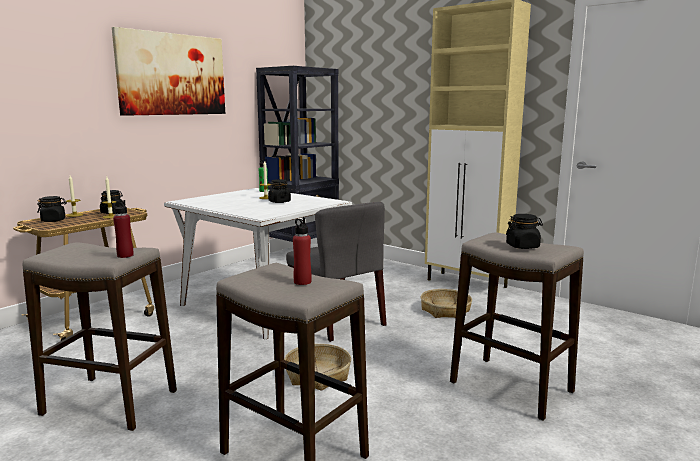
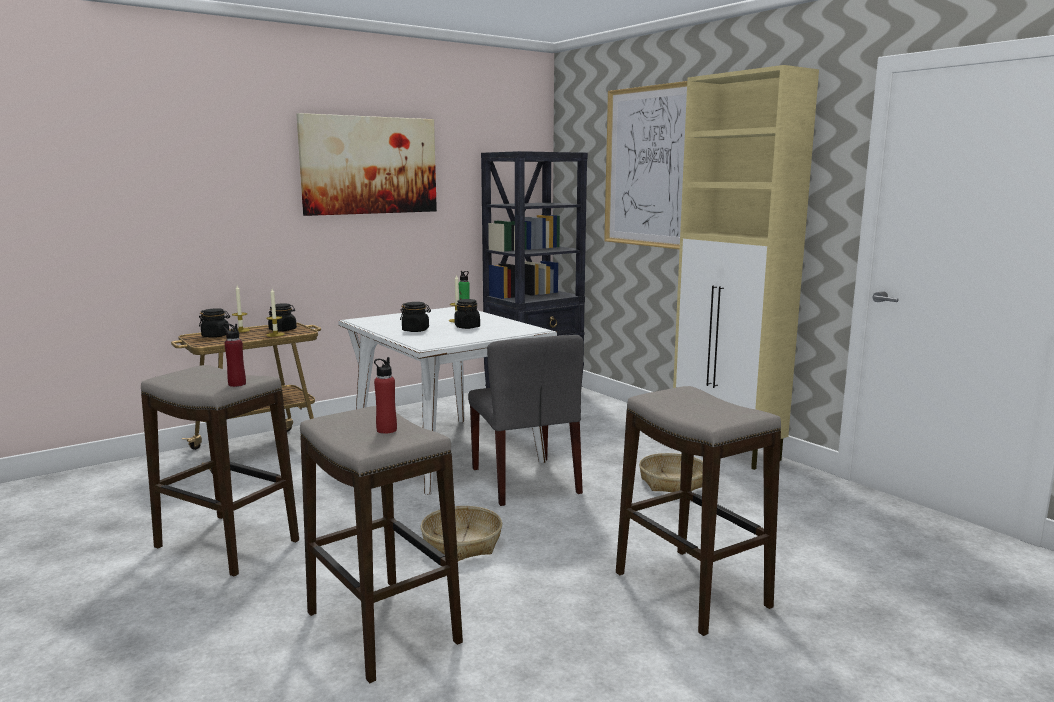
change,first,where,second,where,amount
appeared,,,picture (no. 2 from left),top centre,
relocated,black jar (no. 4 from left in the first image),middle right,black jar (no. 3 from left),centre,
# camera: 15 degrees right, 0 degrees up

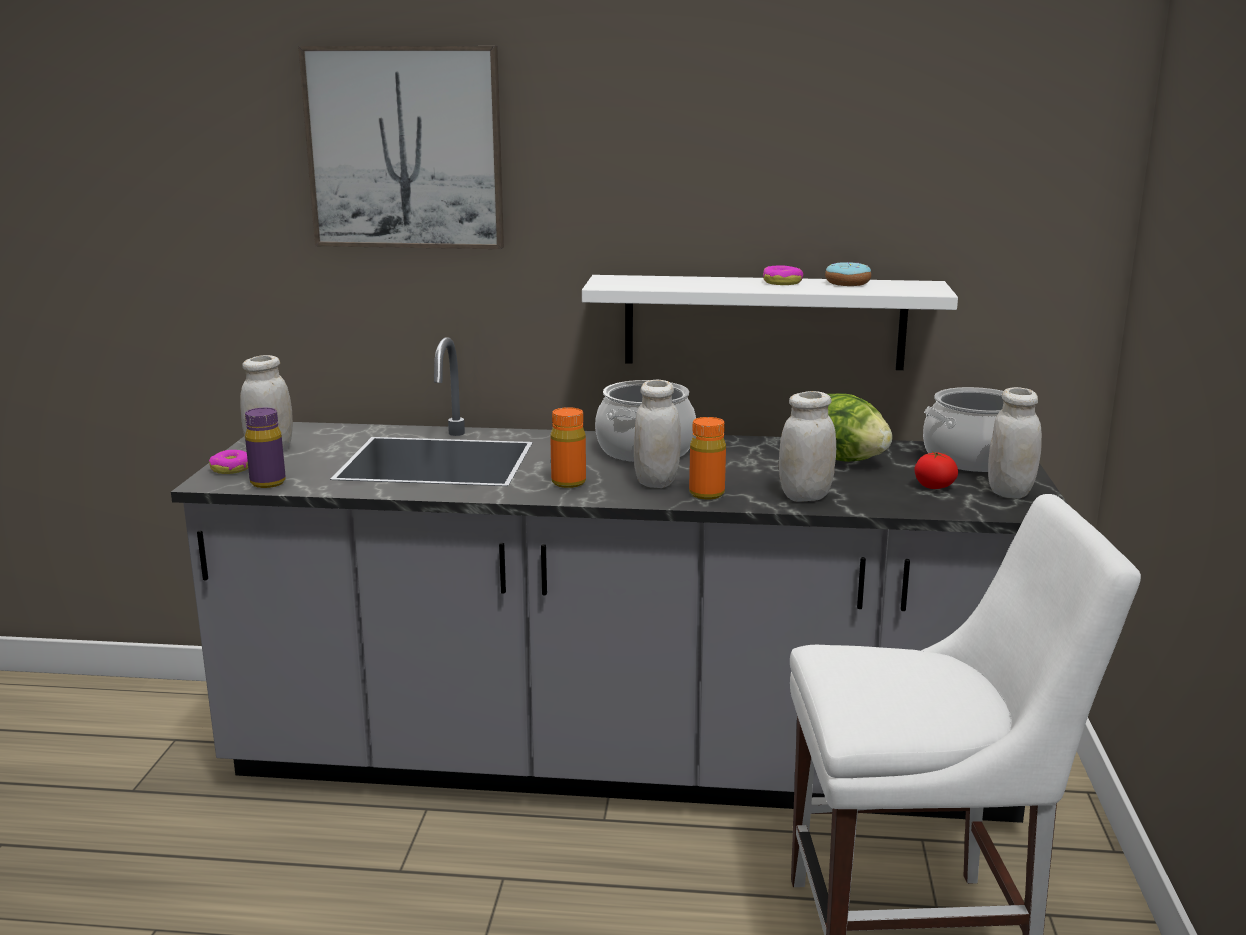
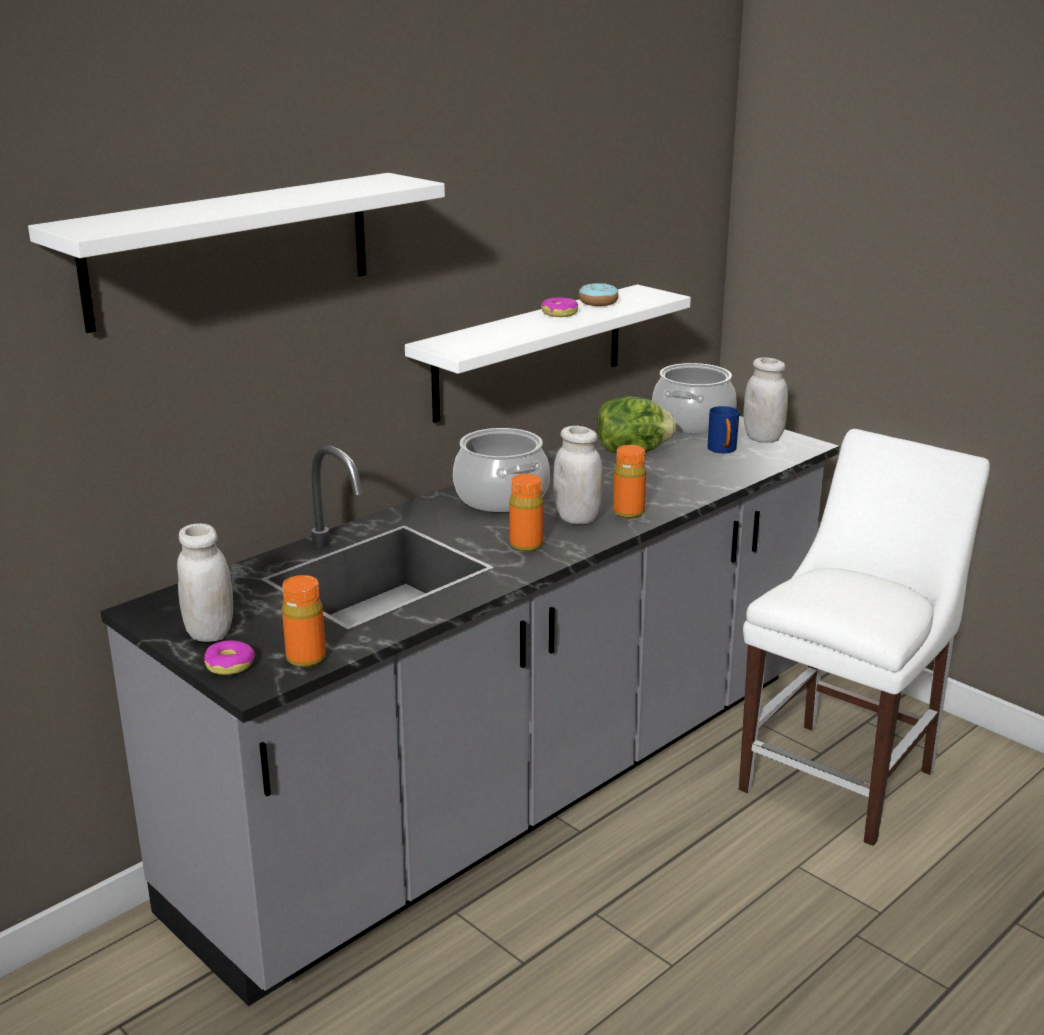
change,first,where,second,where,amount
missing,white jar (no. 3 from left),centre,,,
exchanged,picture,top left,white shelf (no. 1 from left),top left,
exchanged,tomato,middle right,blue mug,middle right,
colour,purple bottle,middle left,orange bottle (no. 1 from left),middle left,
# camera: 50 degrees left, 5 degrees up

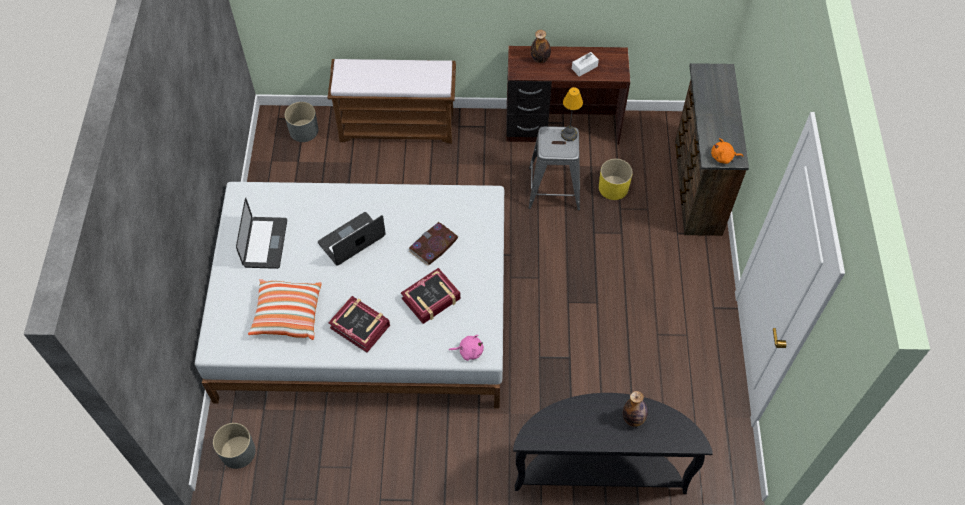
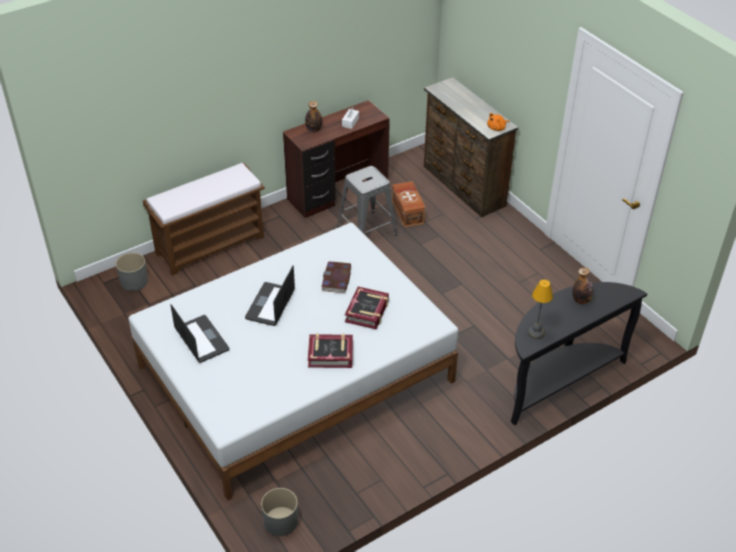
change,first,where,second,where,amount
missing,pillow,middle left,,,
missing,pink plush toy,bottom centre,,,
relocated,table lamp,top centre,,middle right,
exchanged,yellow planter,centre,brown storage box,centre,
# camera: 35 degrees left, 15 degrees down

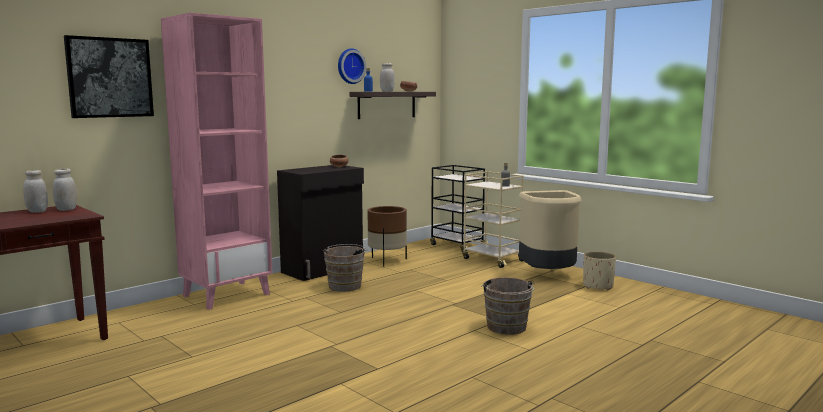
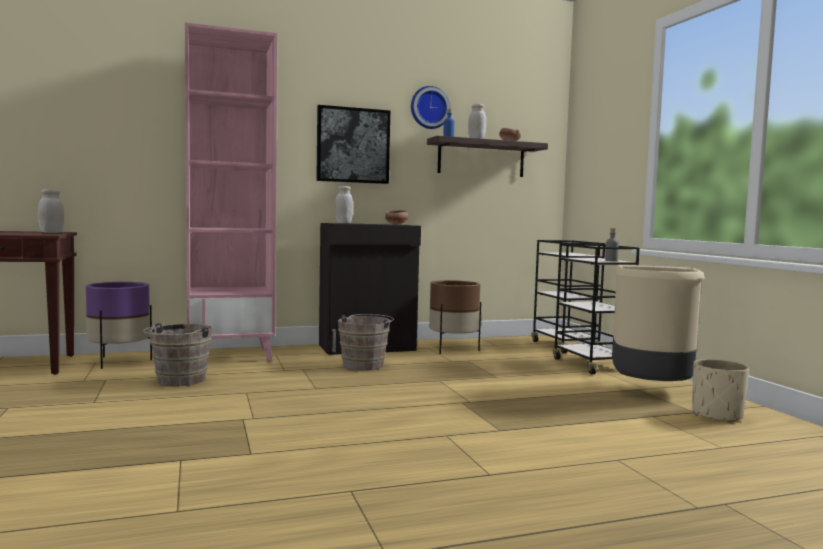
change,first,where,second,where,amount
appeared,,,purple planter,middle left,
relocated,white jar (no. 1 from left in the first image),middle left,white jar (no. 2 from left),centre,
relocated,picture,top left,,top centre,
relocated,brown bucket (no. 2 from left in the first image),bottom centre,brown bucket (no. 1 from left),middle left,
colour,beige cart,centre,black cart (no. 2 from left),middle right,
# camera: 25 degrees right, 5 degrees down

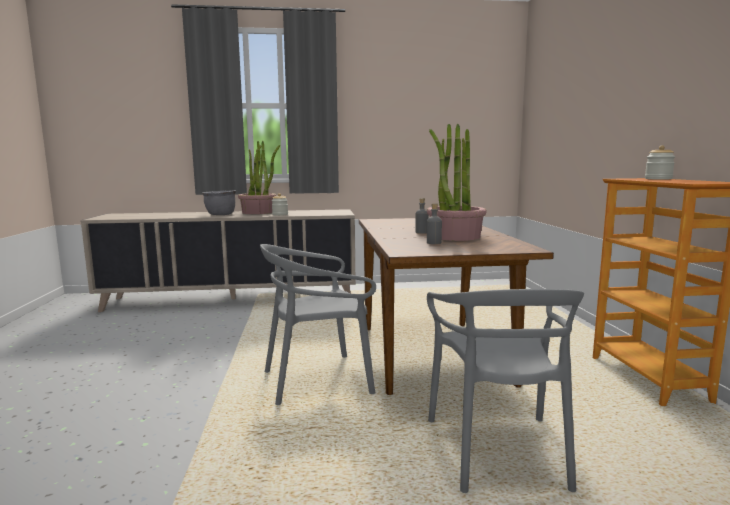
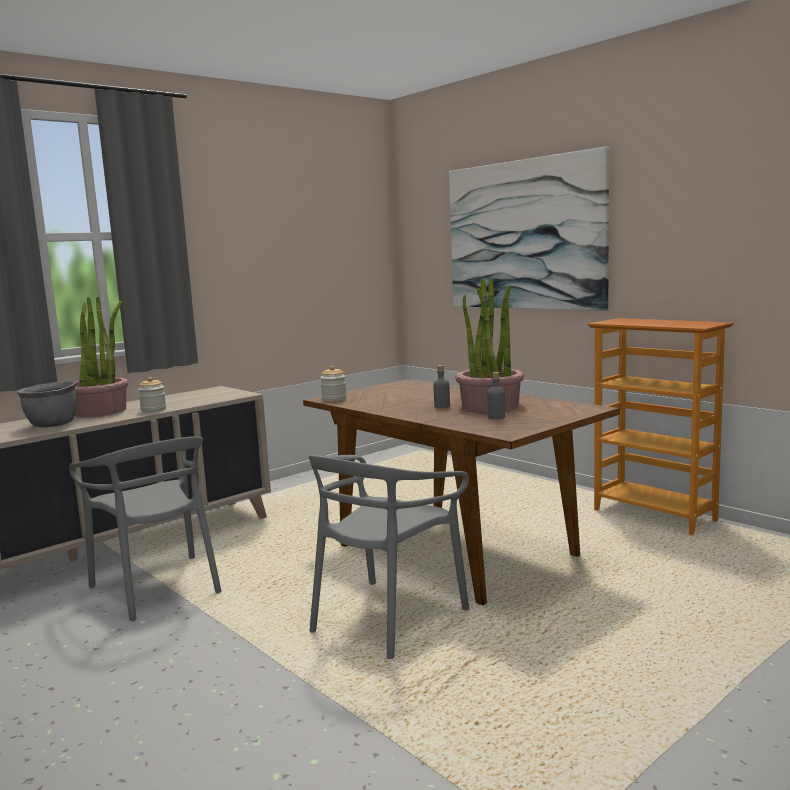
change,first,where,second,where,amount
appeared,,,picture,top right,
relocated,grey chair (no. 2 from left in the first image),bottom right,grey chair (no. 1 from left),bottom left,
relocated,jar (no. 2 from left),top right,,centre,
# camera: 35 degrees left, 0 degrees up

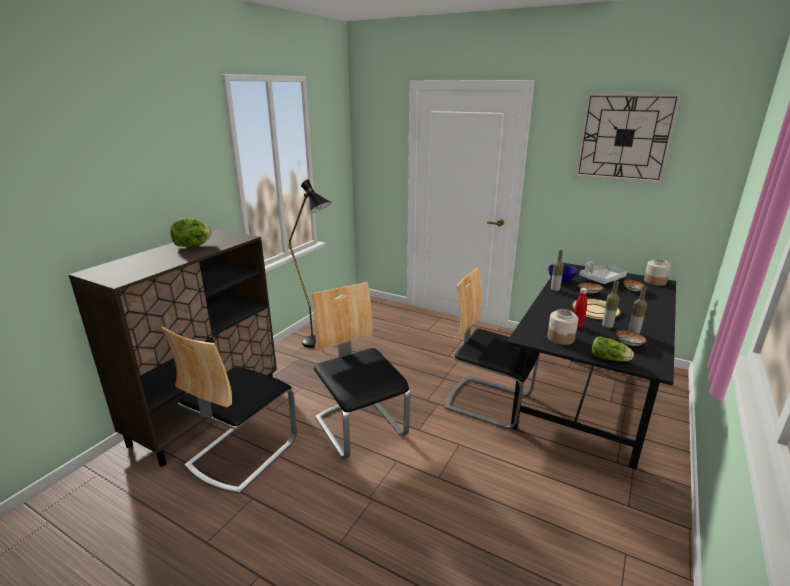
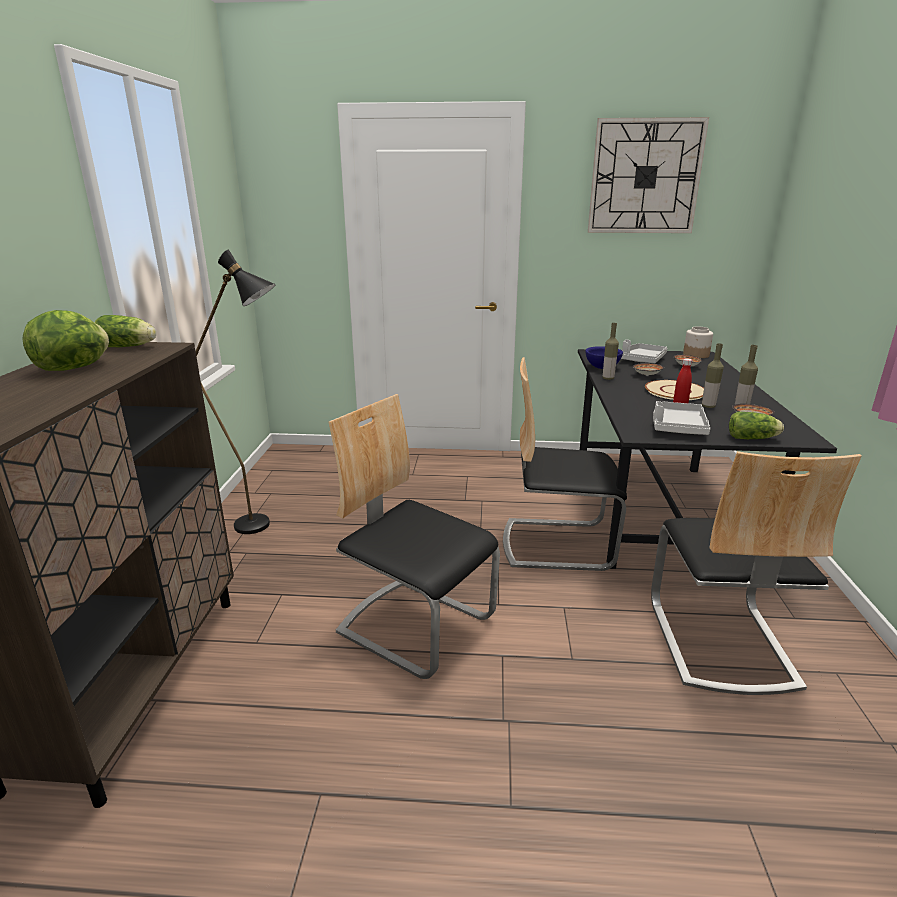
change,first,where,second,where,amount
appeared,,,lettuce (no. 2 from left),middle left,
relocated,chair (no. 1 from left in the first image),bottom left,chair (no. 3 from left),middle right,
exchanged,jar (no. 1 from left),middle right,grey tray (no. 2 from left),middle right,
# camera: 25 degrees left, 0 degrees up

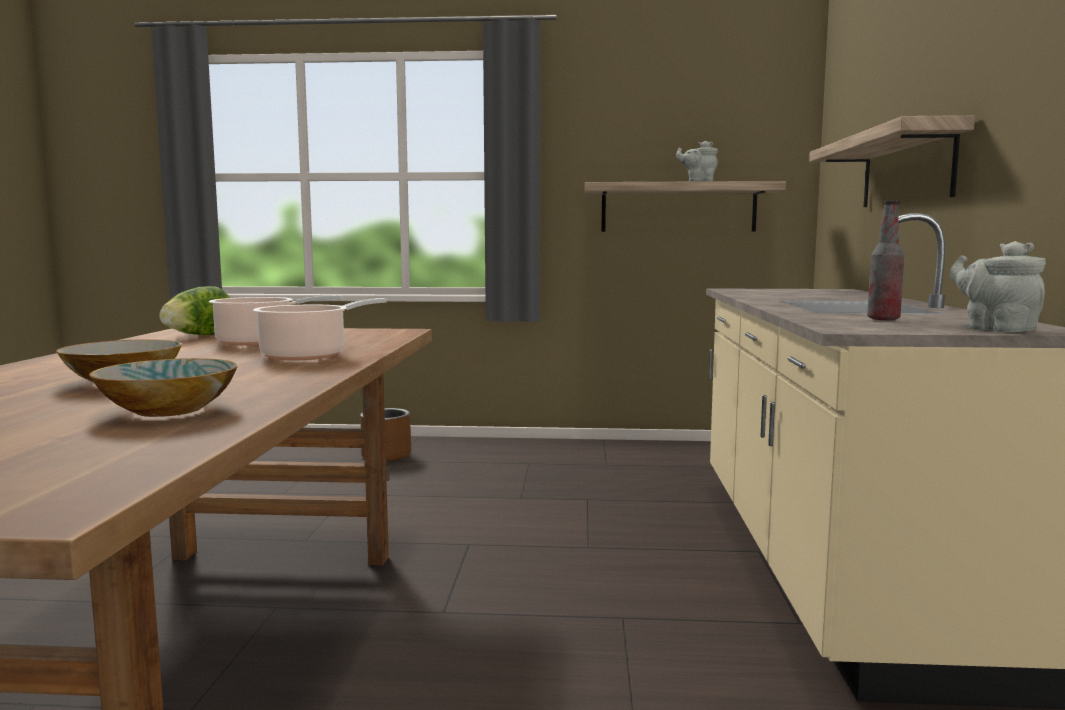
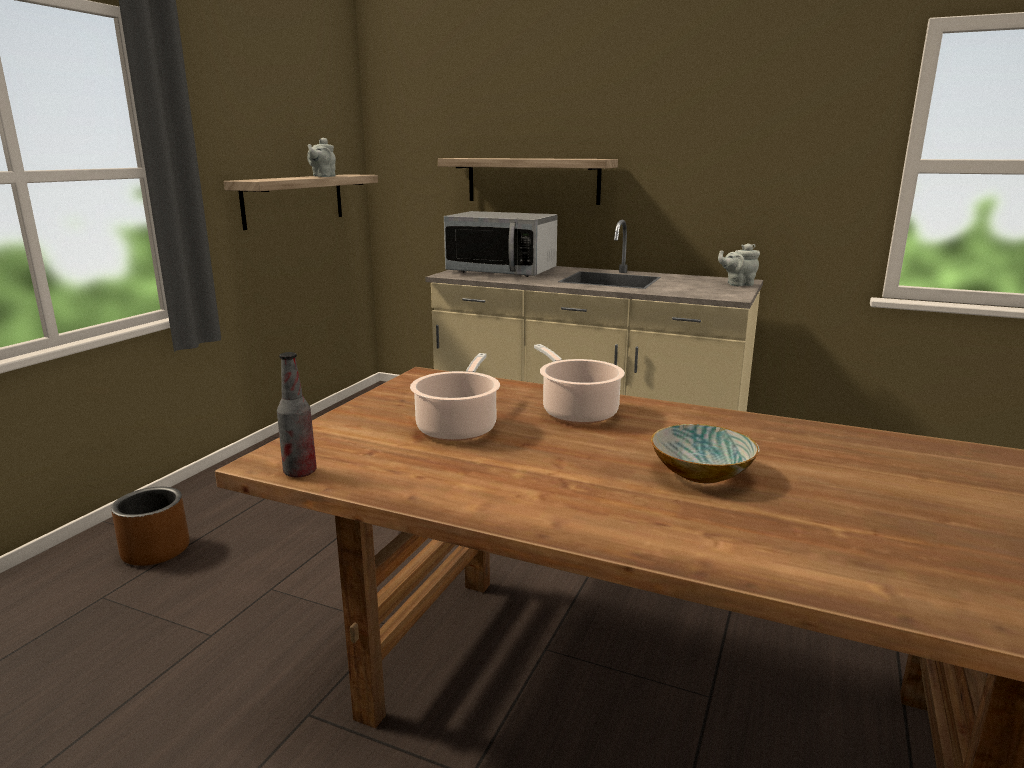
change,first,where,second,where,amount
missing,bowl (no. 2 from left),middle left,,,
missing,lettuce,middle left,,,
appeared,,,microwave,top centre,
relocated,bottle,middle right,,middle left,
# camera: 70 degrees left, 10 degrees up

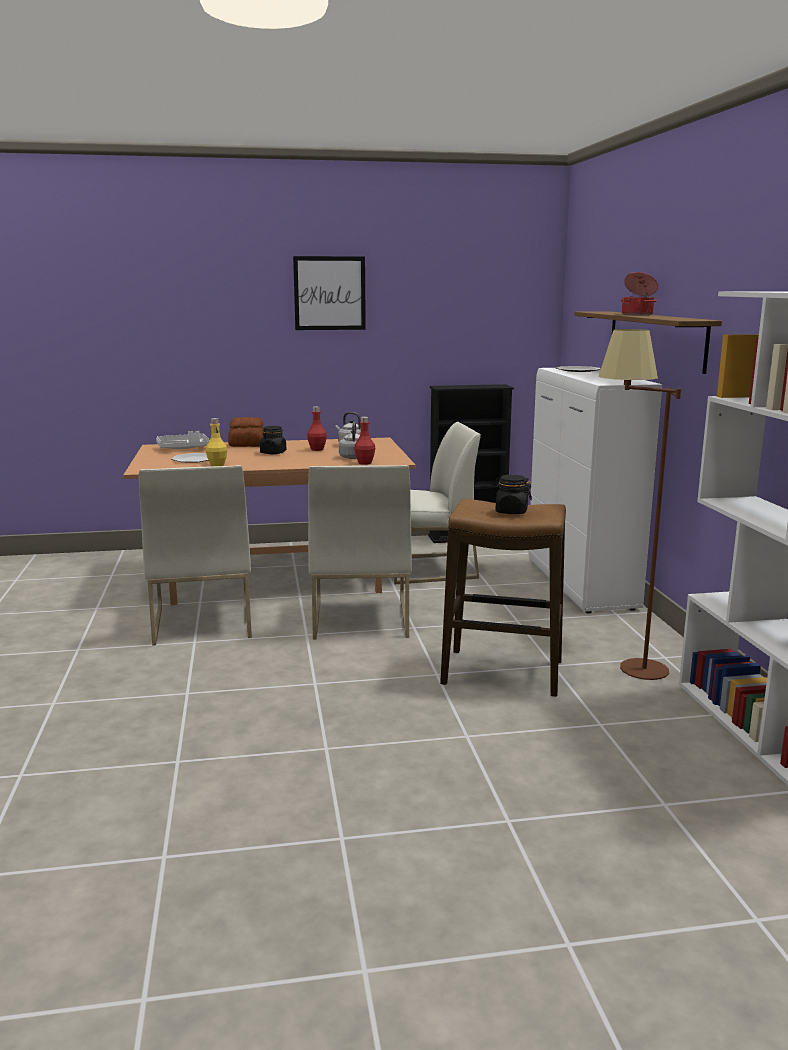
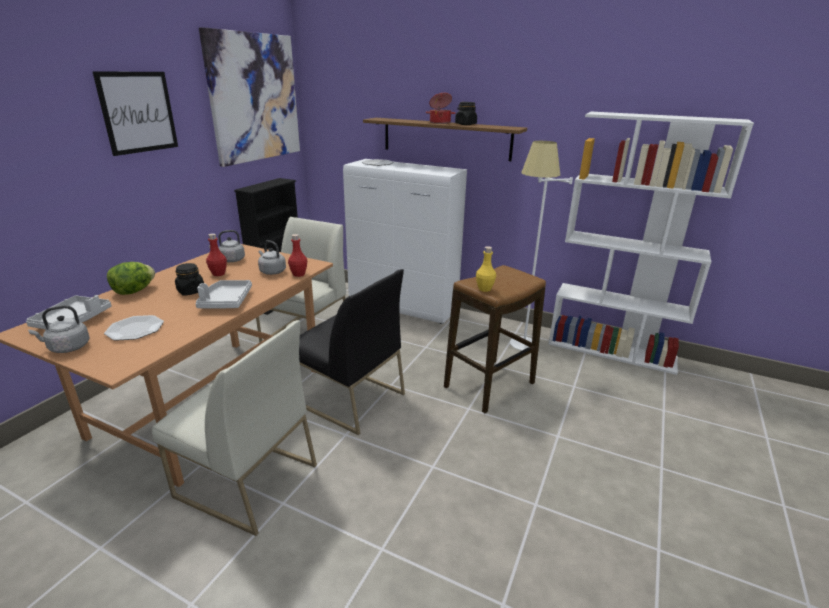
change,first,where,second,where,amount
appeared,,,grey kettle (no. 1 from left),middle left,
appeared,,,grey tray (no. 2 from left),middle left,
appeared,,,picture (no. 2 from left),top left,
relocated,yellow bottle,middle left,,centre,
relocated,black jar (no. 2 from left),centre,,top centre,
exchanged,bread,middle left,lettuce,middle left,
colour,white chair (no. 2 from left),centre,black chair,centre,
colour,brown floor lamp,middle right,white floor lamp,centre,
# camera: 55 degrees left, 10 degrees up

